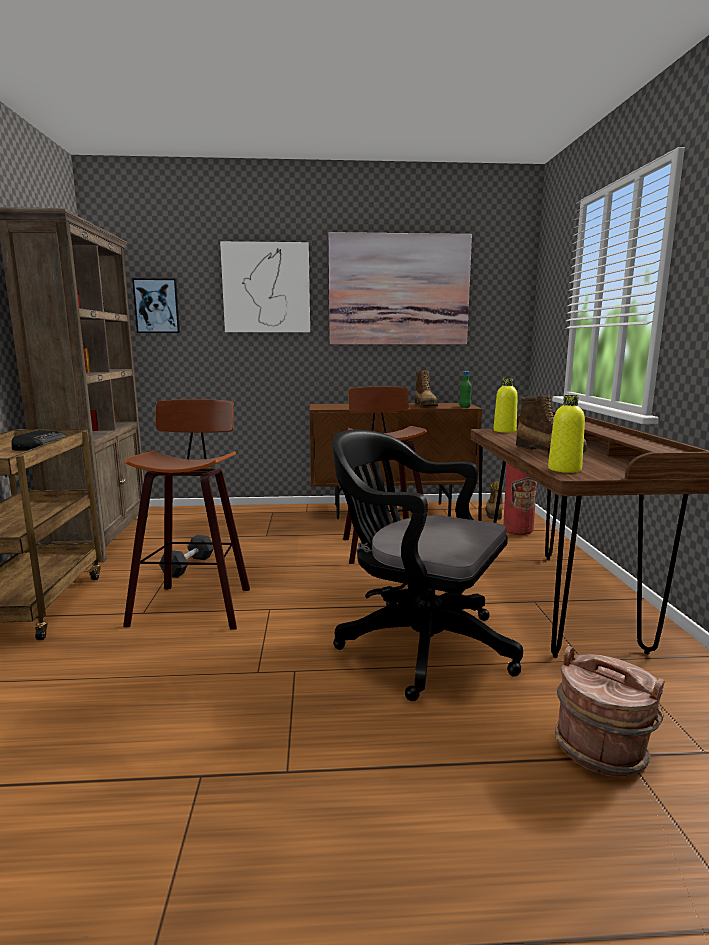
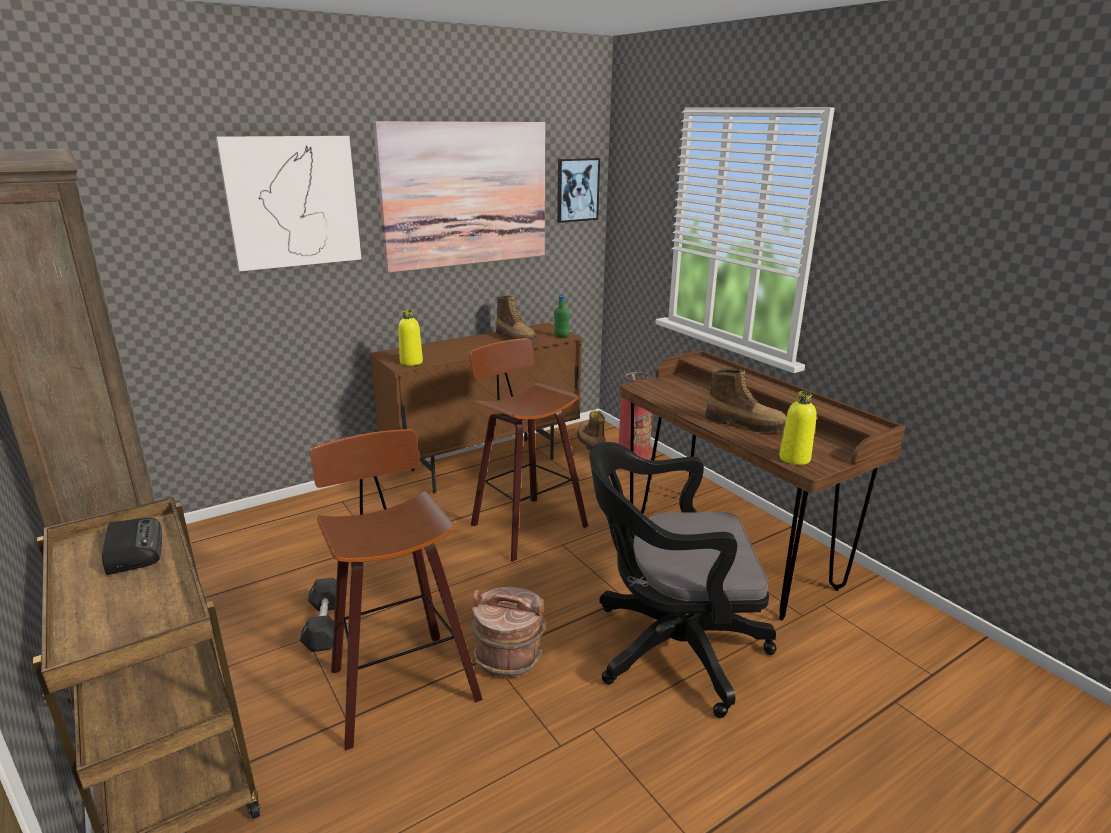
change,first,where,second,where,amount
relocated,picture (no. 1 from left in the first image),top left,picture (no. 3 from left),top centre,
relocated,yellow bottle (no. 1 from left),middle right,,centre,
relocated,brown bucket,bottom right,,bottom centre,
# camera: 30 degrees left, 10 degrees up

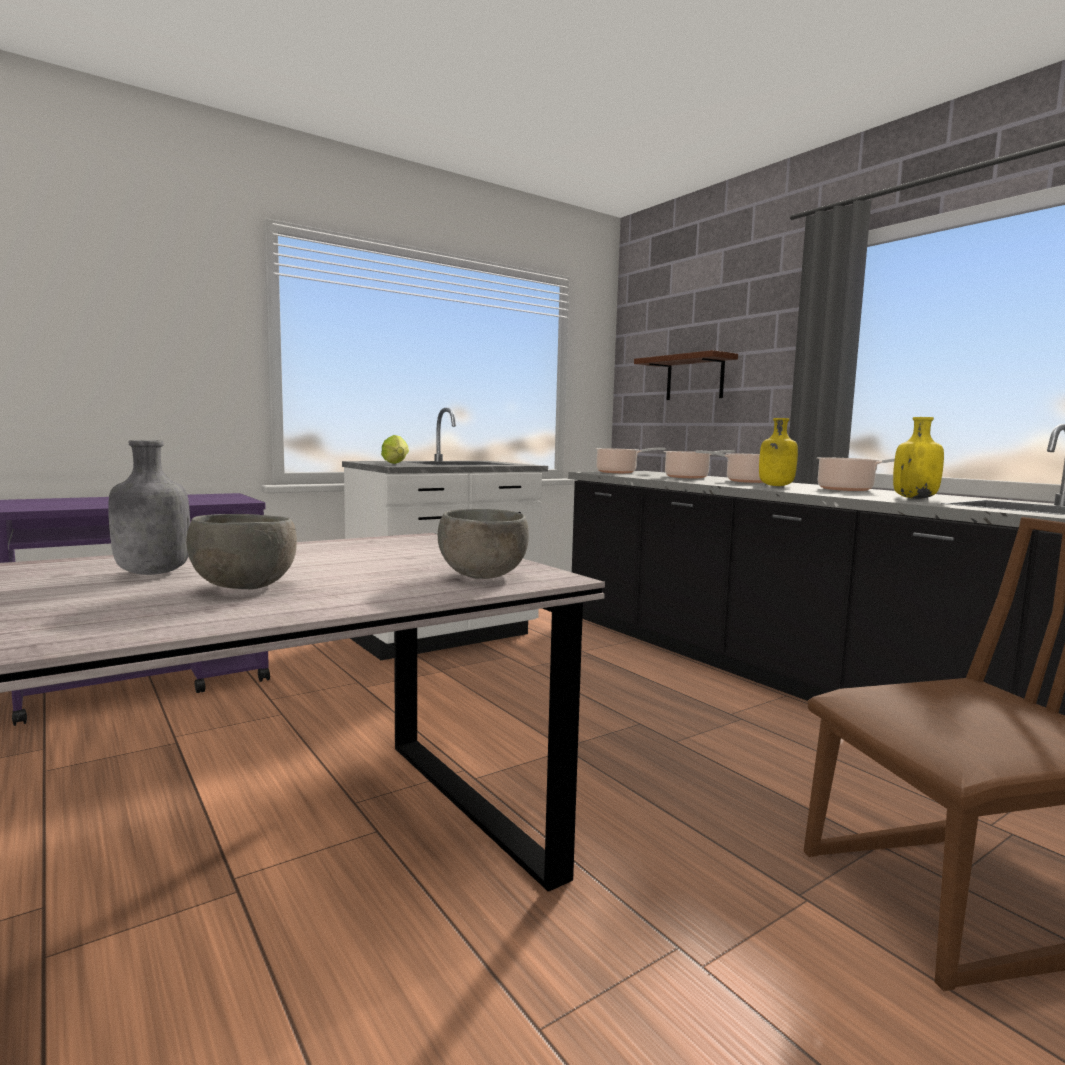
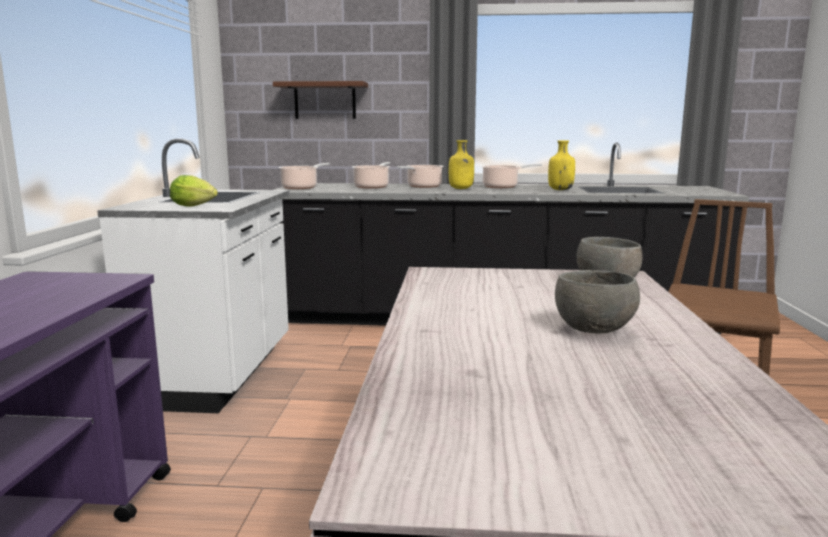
change,first,where,second,where,amount
missing,grey bottle,middle left,,,
# camera: 50 degrees left, 5 degrees up

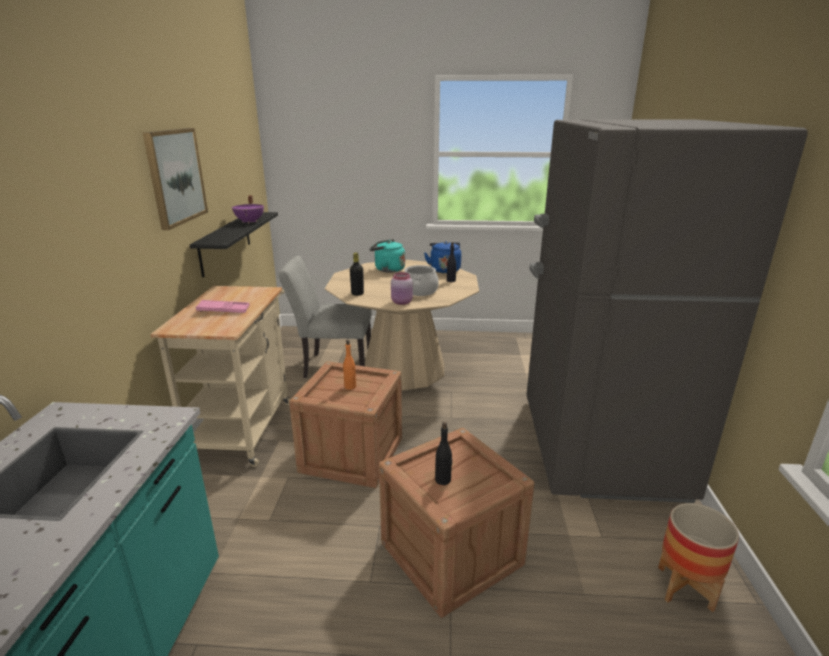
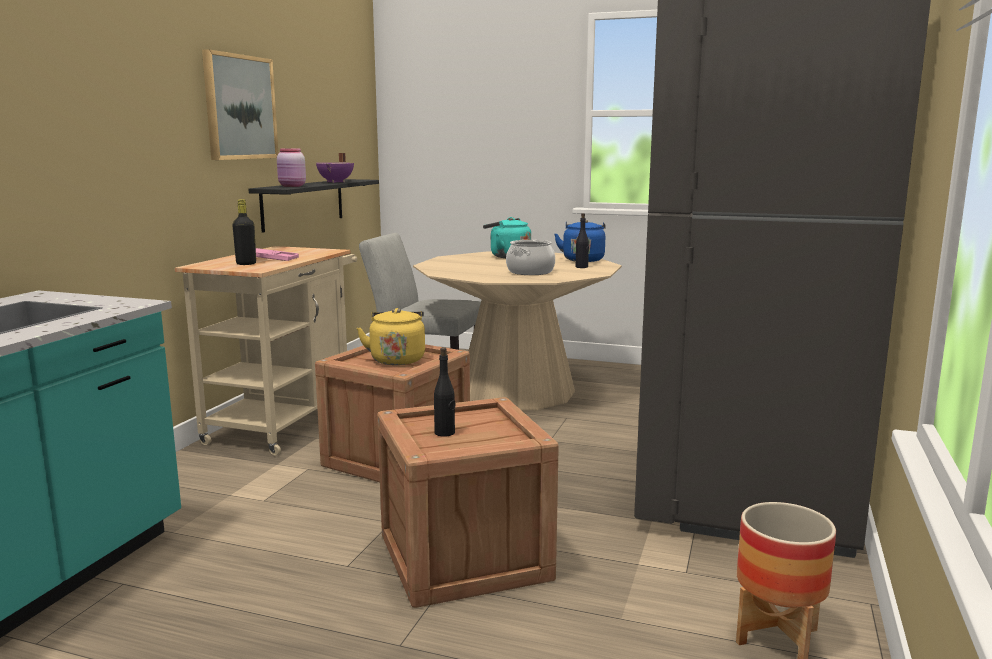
change,first,where,second,where,amount
relocated,black bottle (no. 1 from left),centre,,middle left,
relocated,pink jar,centre,,top left,
exchanged,orange bottle,centre,yellow kettle,centre,
# camera: 15 degrees right, 10 degrees down

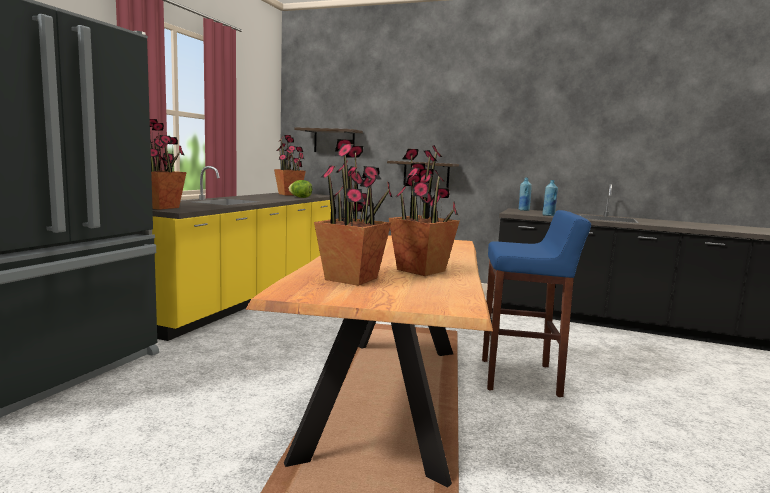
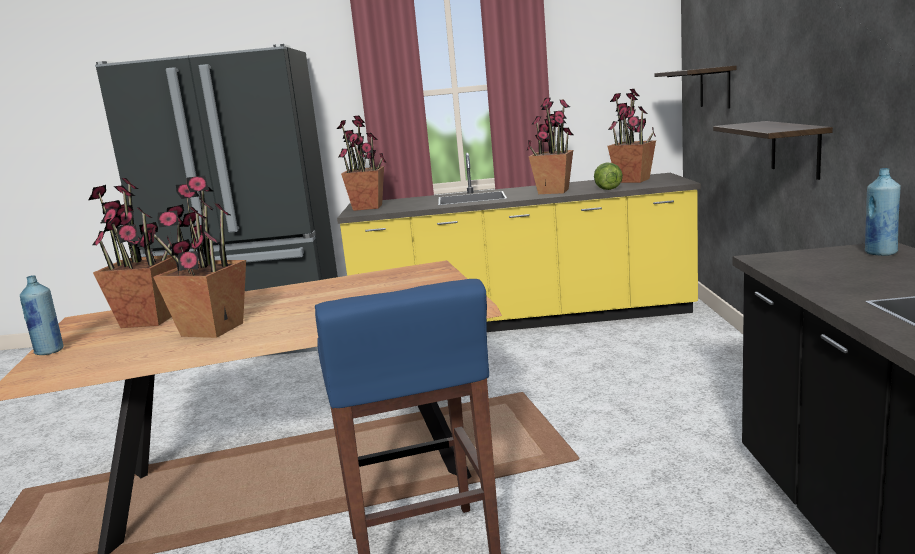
change,first,where,second,where,amount
appeared,,,potted plant (no. 4 from left),top centre,
relocated,blue bottle (no. 2 from left in the first image),middle right,blue bottle (no. 1 from left),middle left,
# camera: 70 degrees right, 5 degrees up

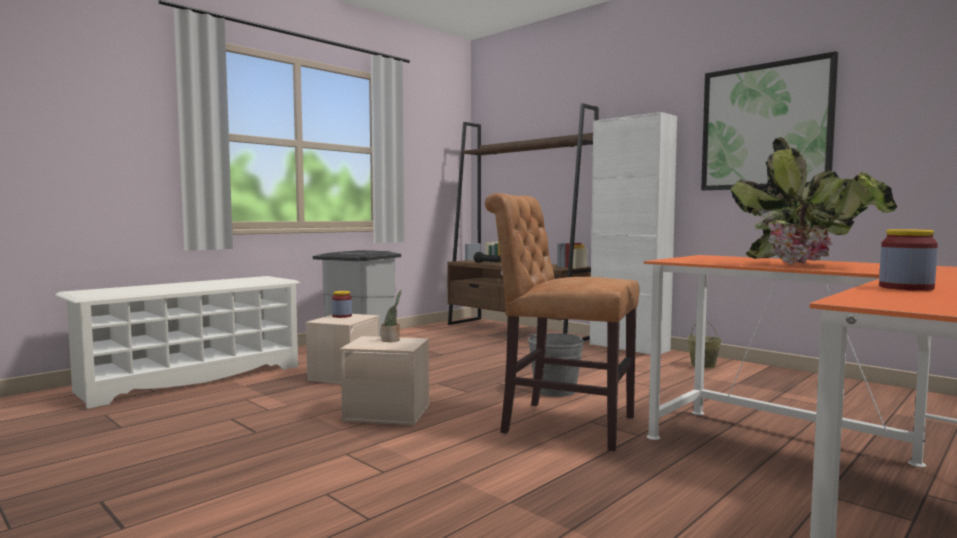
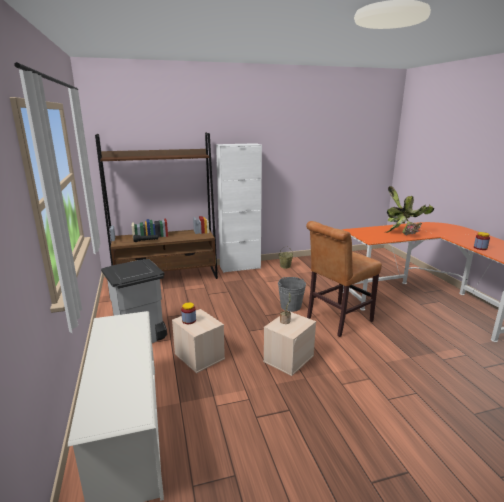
change,first,where,second,where,amount
missing,picture,top right,,,
# camera: 60 degrees left, 15 degrees up

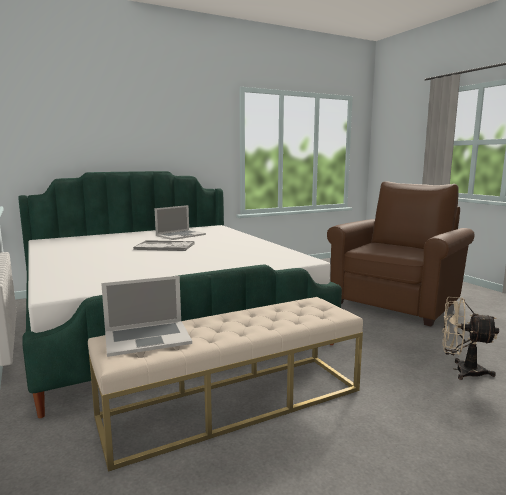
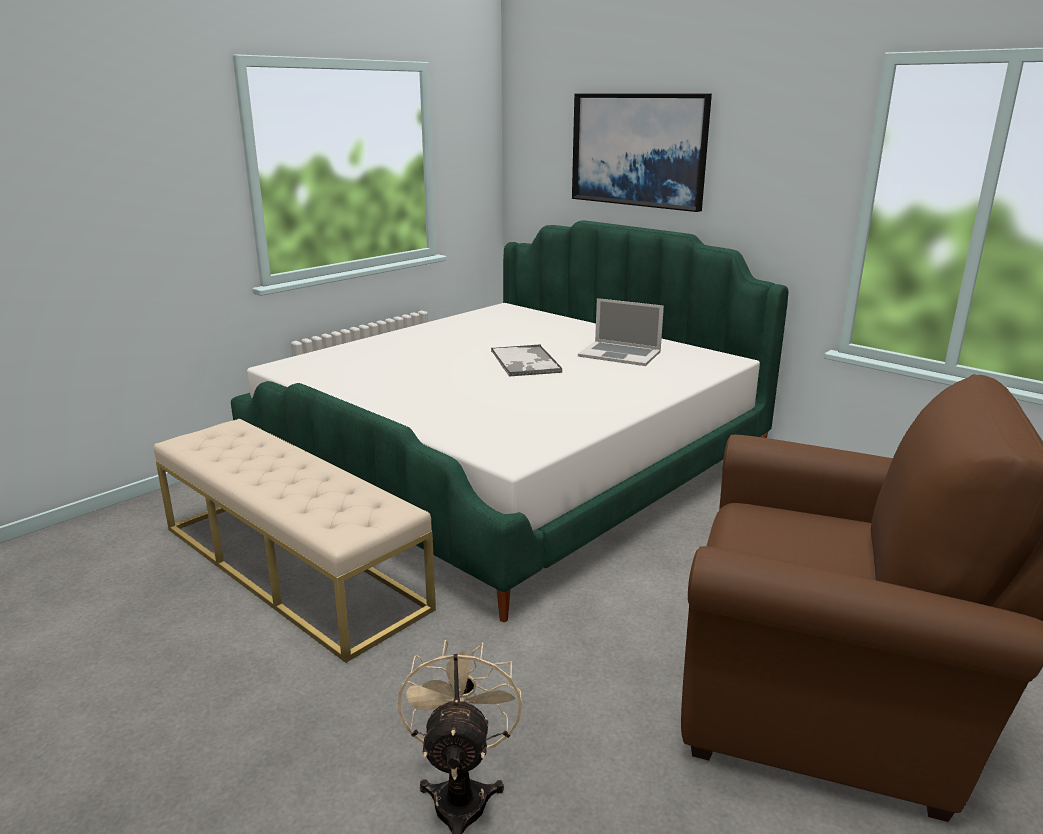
change,first,where,second,where,amount
missing,laptop (no. 1 from left),middle left,,,
appeared,,,picture,top centre,
# camera: 70 degrees right, 10 degrees up

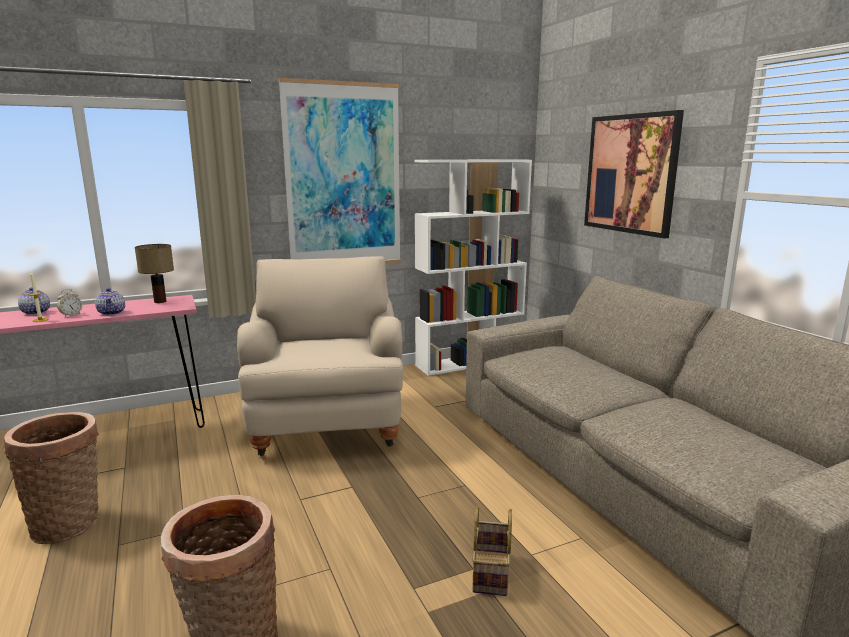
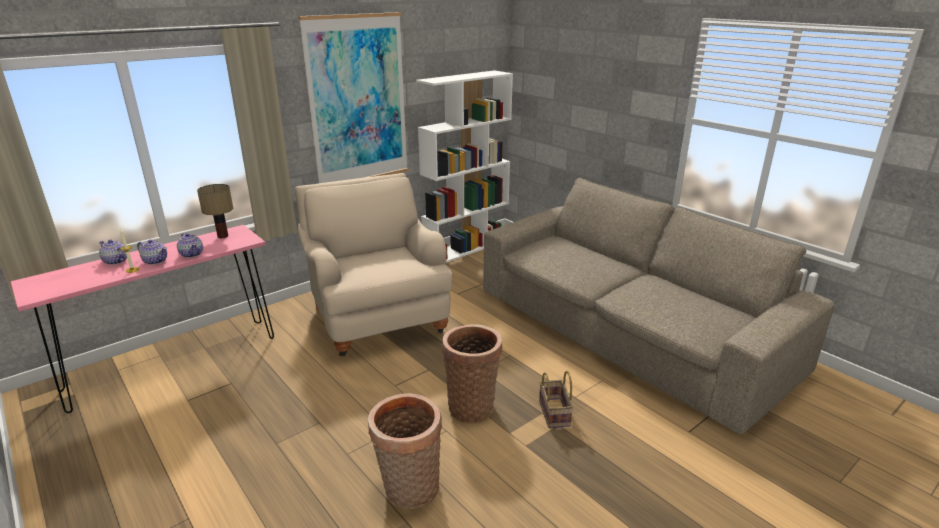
change,first,where,second,where,amount
missing,picture (no. 2 from left),top right,,,
relocated,basket (no. 1 from left in the first image),bottom left,basket (no. 2 from left),bottom centre,
exchanged,alarm clock,middle left,teapot (no. 2 from left),middle left,
# camera: 15 degrees left, 10 degrees up

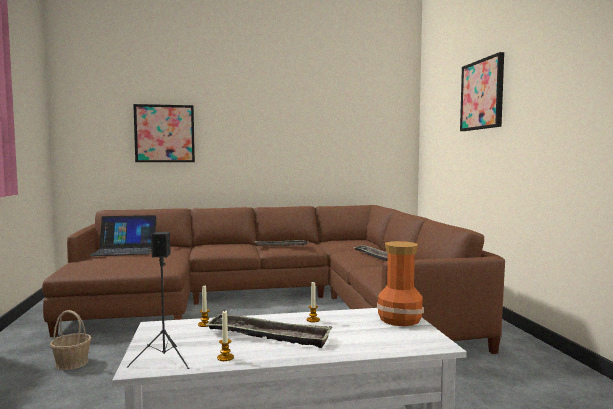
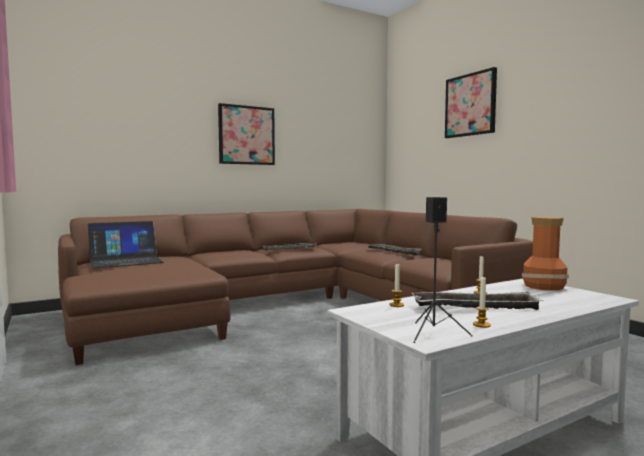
change,first,where,second,where,amount
missing,basket,bottom left,,,
relocated,picture (no. 1 from left),top left,,top centre,
# camera: 20 degrees left, 0 degrees up

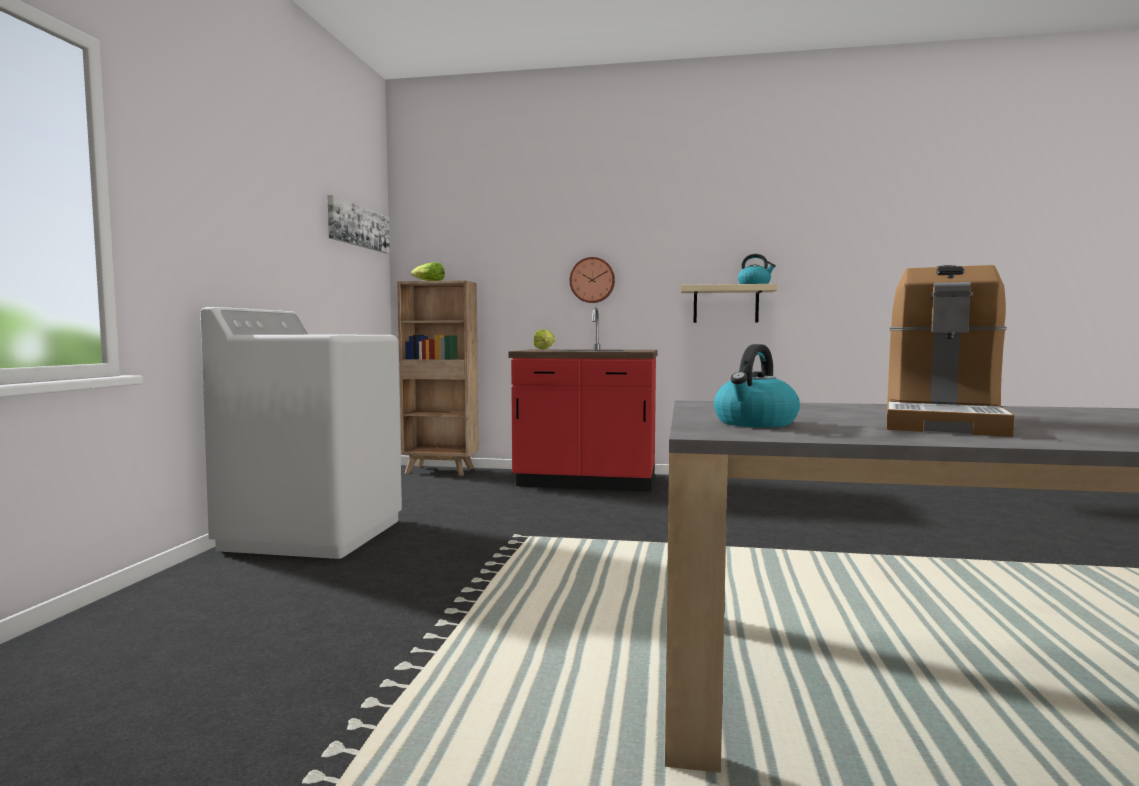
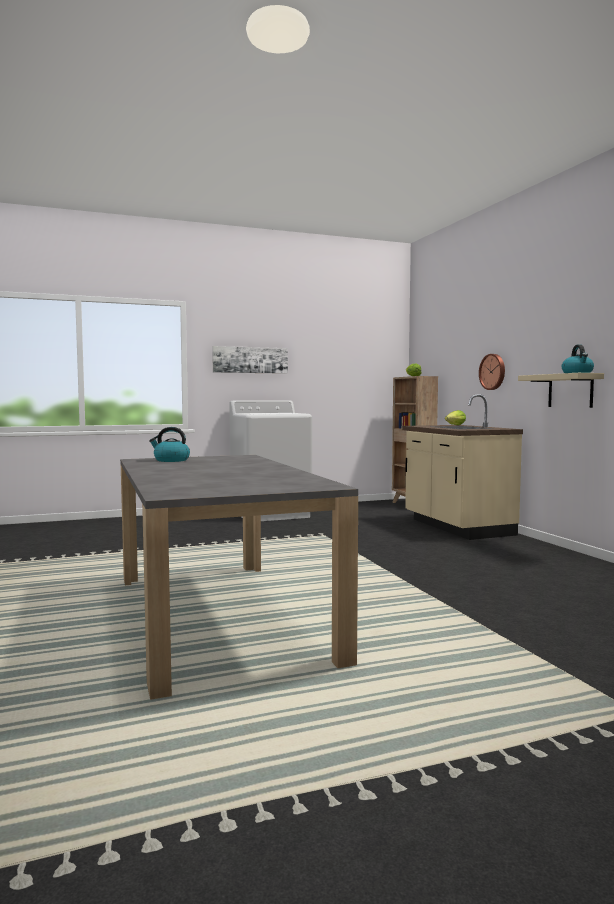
change,first,where,second,where,amount
missing,coffee machine,middle right,,,
relocated,picture,top left,,centre,
colour,red counter,centre,beige counter,middle right,
# camera: 60 degrees right, 0 degrees up

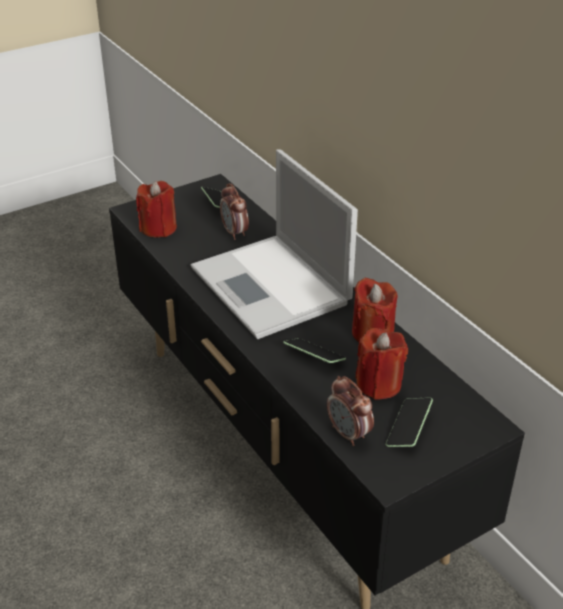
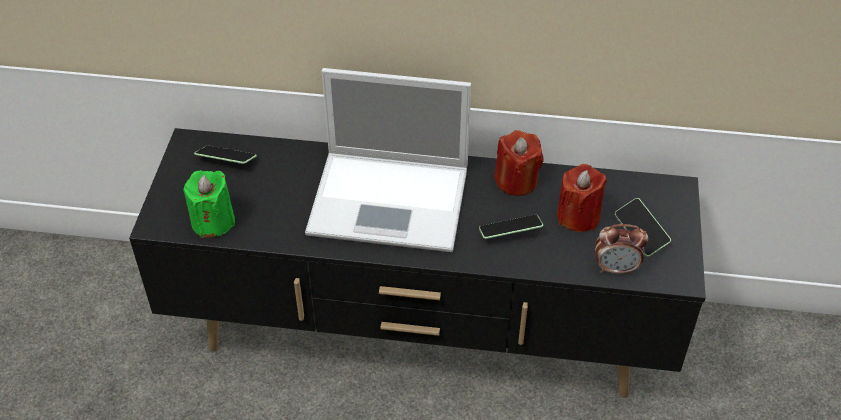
change,first,where,second,where,amount
missing,alarm clock (no. 1 from left),centre,,,
colour,red candle (no. 1 from left),middle left,green candle,middle left,
# camera: 50 degrees left, 10 degrees up

